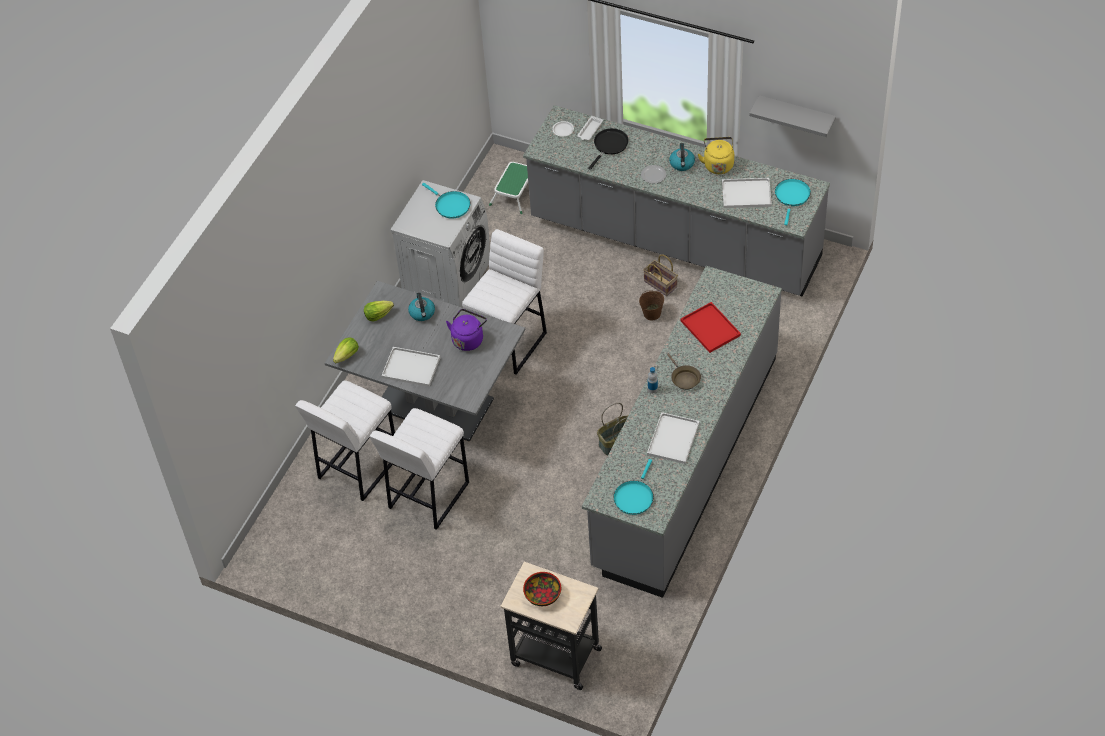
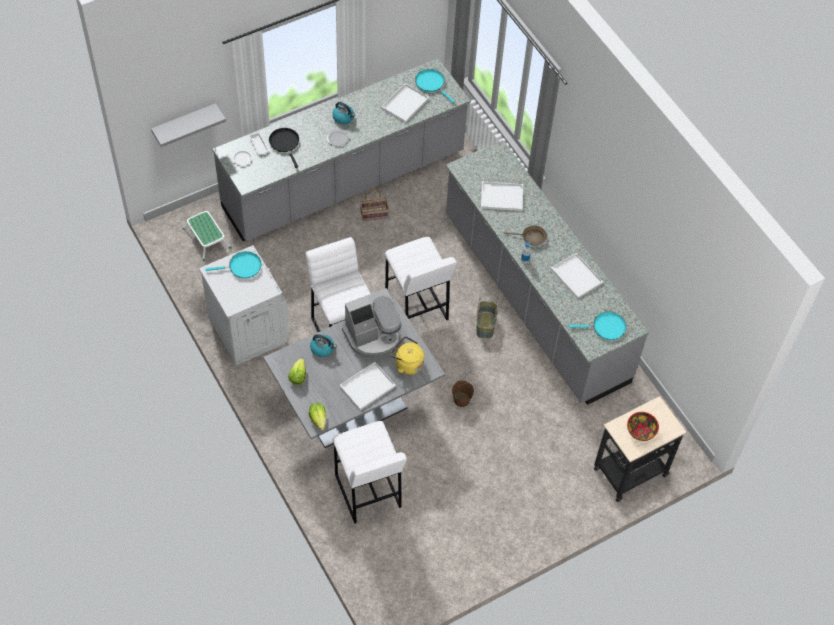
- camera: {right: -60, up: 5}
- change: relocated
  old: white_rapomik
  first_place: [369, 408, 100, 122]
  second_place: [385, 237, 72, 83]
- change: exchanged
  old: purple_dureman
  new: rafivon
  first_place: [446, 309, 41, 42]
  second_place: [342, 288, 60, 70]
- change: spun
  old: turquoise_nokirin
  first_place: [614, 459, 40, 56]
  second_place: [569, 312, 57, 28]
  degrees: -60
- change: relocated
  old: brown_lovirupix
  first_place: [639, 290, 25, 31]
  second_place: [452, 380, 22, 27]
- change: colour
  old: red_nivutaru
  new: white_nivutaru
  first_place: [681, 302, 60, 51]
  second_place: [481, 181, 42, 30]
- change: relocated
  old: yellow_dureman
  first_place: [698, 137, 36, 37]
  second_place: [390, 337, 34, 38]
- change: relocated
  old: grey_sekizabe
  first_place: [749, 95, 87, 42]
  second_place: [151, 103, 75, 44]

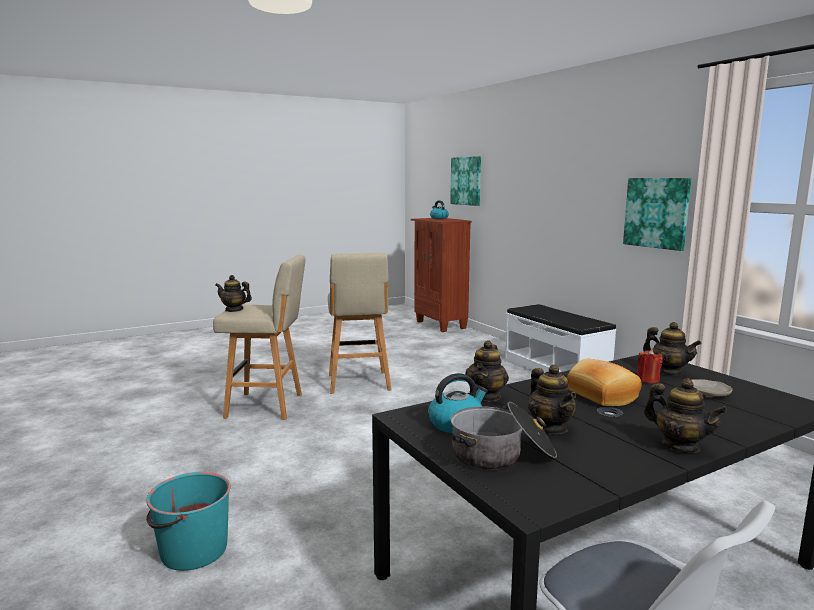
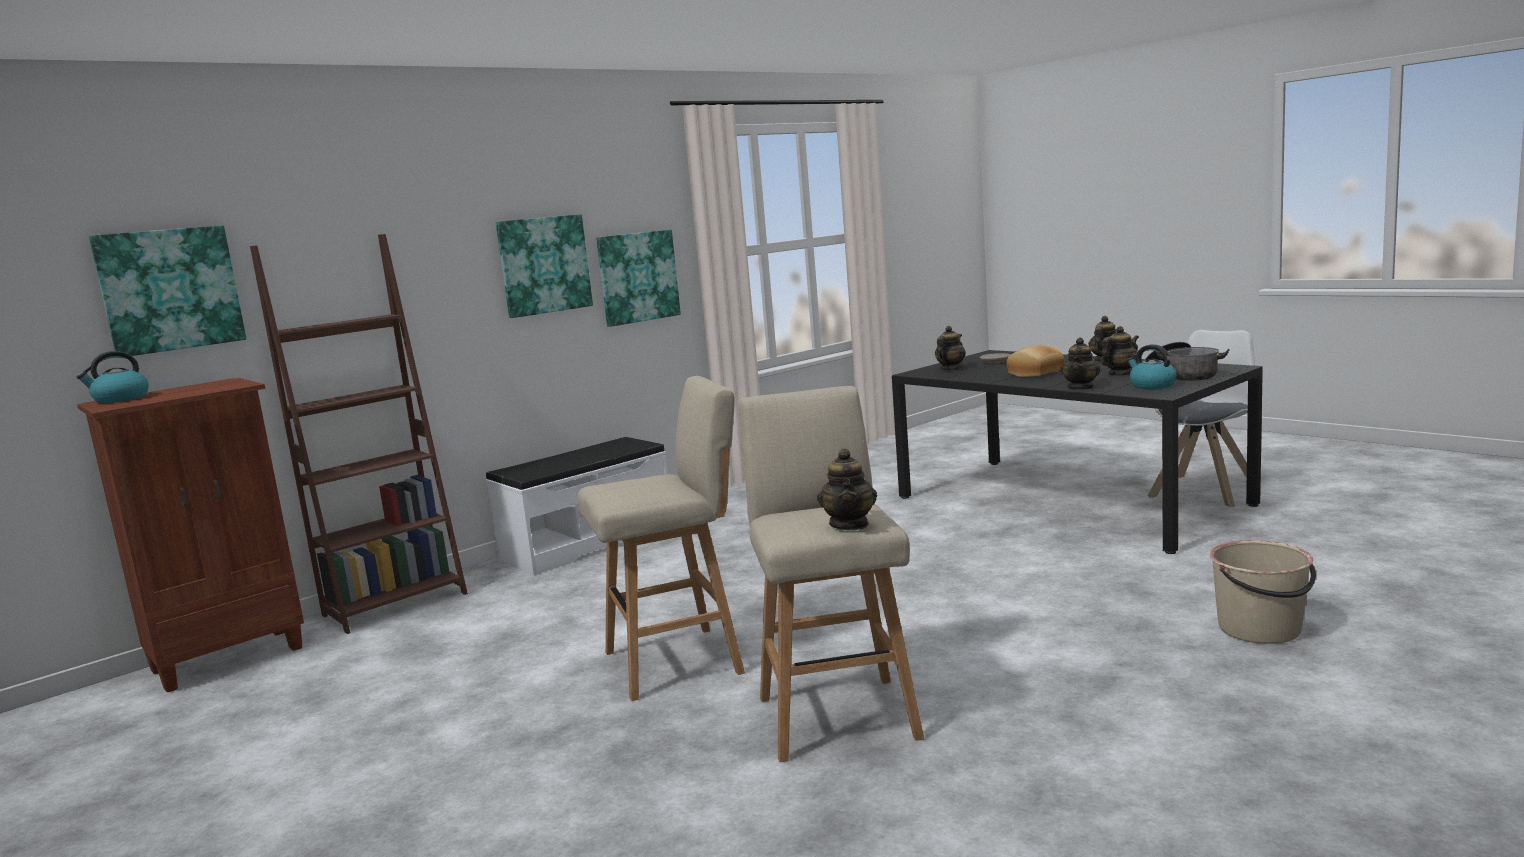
- camera: {right: -100, up: 0}
- change: colour
  old: turquoise_lovirupix
  new: beige_lovirupix
  first_place: [146, 472, 85, 99]
  second_place: [1209, 540, 107, 104]
- change: spun
  old: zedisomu
  first_place: [465, 340, 44, 62]
  second_place: [1060, 337, 40, 53]
  degrees: 105
- change: missing
  old: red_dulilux
  first_place: [637, 349, 26, 34]
- change: appeared
  new: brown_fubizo
  second_place: [250, 234, 218, 400]
- change: appeared
  new: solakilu
  second_place: [496, 214, 97, 104]

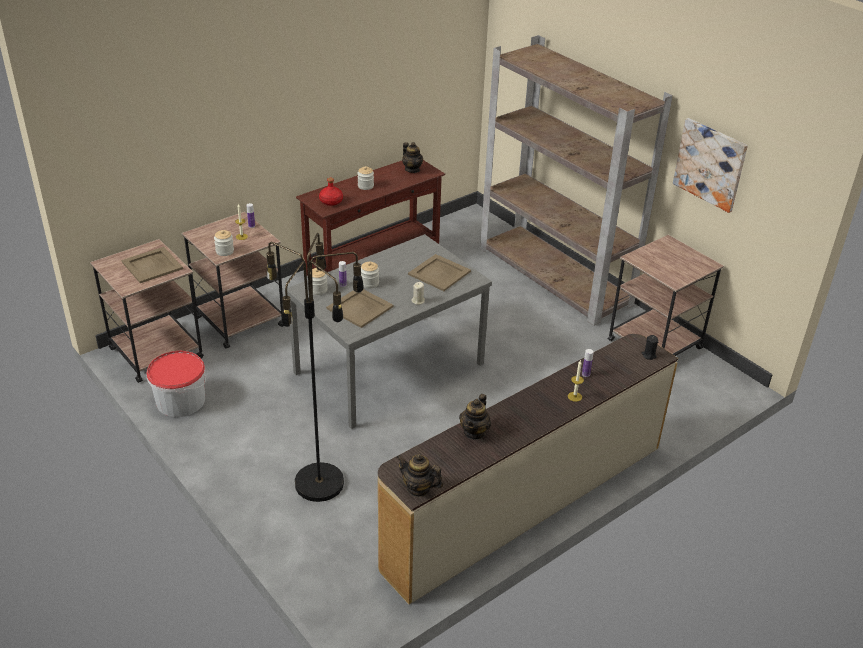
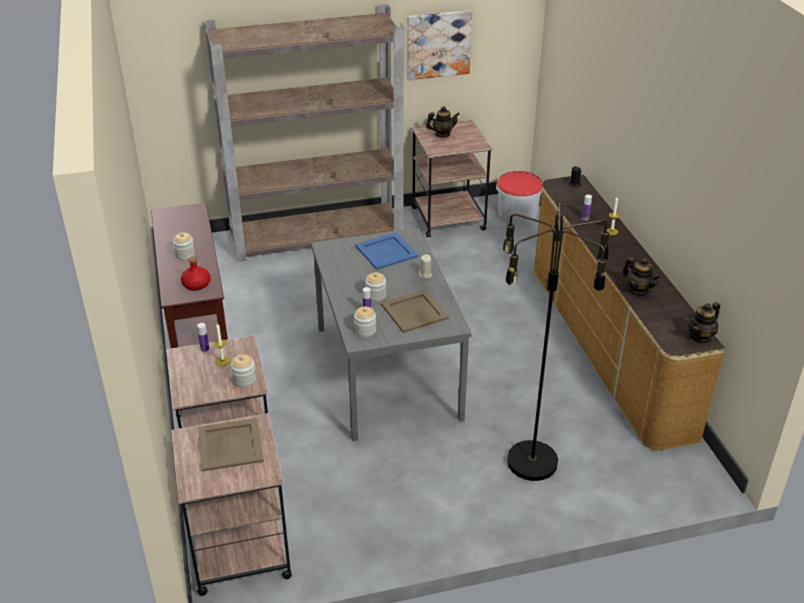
- camera: {right: -65, up: 0}
- change: relocated
  old: lovirupix
  first_place: [147, 351, 59, 66]
  second_place: [496, 171, 47, 52]
- change: relocated
  old: zedisomu
  first_place: [402, 142, 21, 31]
  second_place: [426, 106, 34, 32]
- change: colour
  old: beige_nivutaru
  new: blue_nivutaru
  first_place: [408, 254, 63, 37]
  second_place: [355, 233, 64, 37]

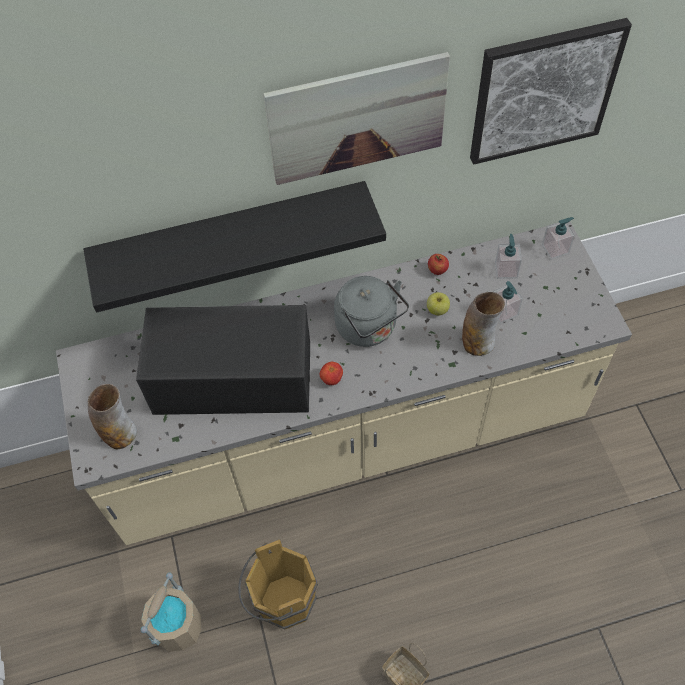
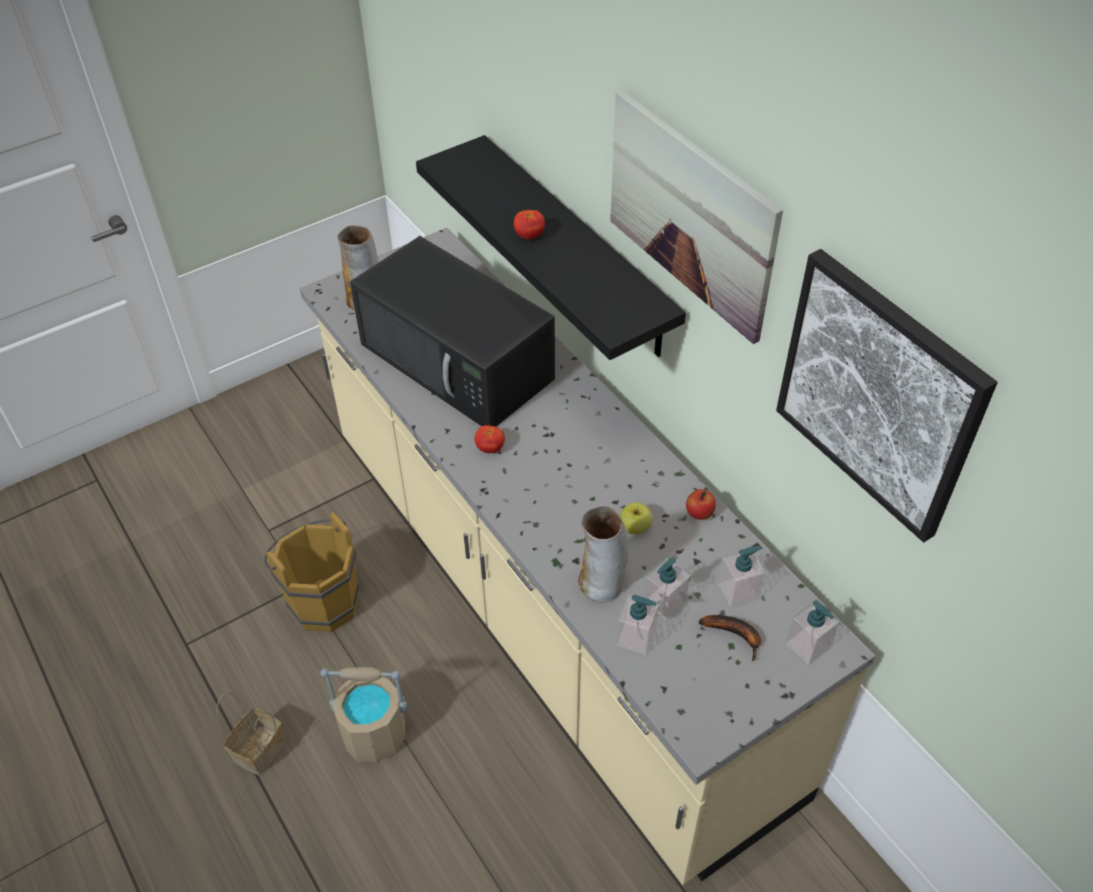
- camera: {right: 70, up: -10}
- change: spun
  old: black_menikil
  first_place: [136, 305, 174, 110]
  second_place: [350, 236, 205, 190]
  degrees: 150
- change: relocated
  old: beige_lovirupix
  first_place: [141, 573, 60, 79]
  second_place: [320, 667, 87, 95]
- change: missing
  old: grey_dureman
  first_place: [334, 276, 75, 71]
- change: appeared
  new: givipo
  second_place: [514, 210, 31, 29]
- change: appeared
  new: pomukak
  second_place: [616, 595, 43, 61]
- change: appeared
  new: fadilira
  second_place: [699, 615, 62, 46]

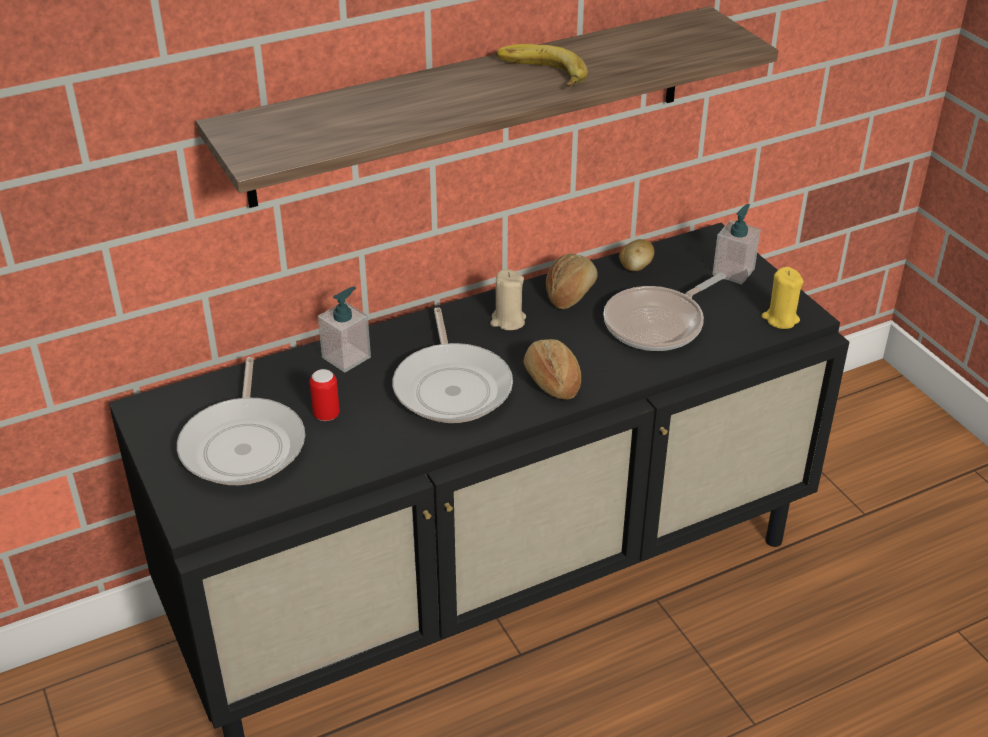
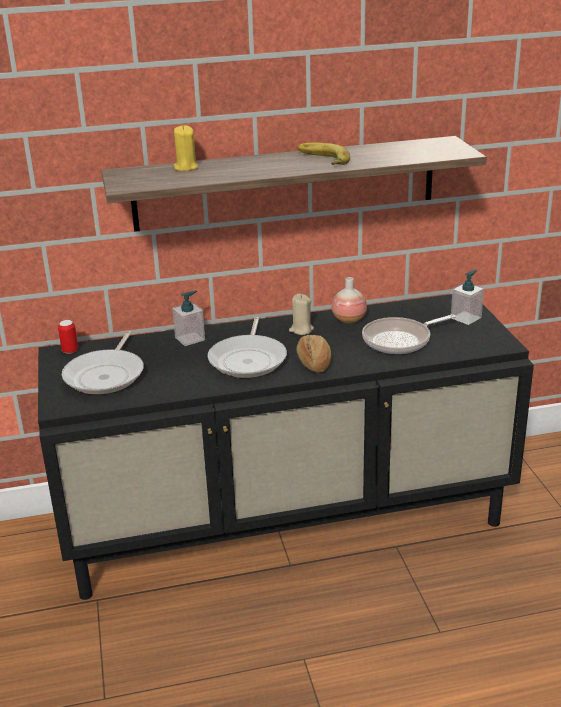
- camera: {right: 15, up: -10}
- change: relocated
  old: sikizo
  first_place: [309, 369, 31, 52]
  second_place: [58, 320, 20, 34]
- change: exchanged
  old: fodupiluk
  new: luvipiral
  first_place: [546, 253, 52, 56]
  second_place: [332, 277, 35, 46]
- change: missing
  old: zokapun
  first_place: [619, 239, 35, 32]
- change: relocated
  old: yellow_dulilux
  first_place: [761, 267, 43, 62]
  second_place: [174, 125, 24, 46]

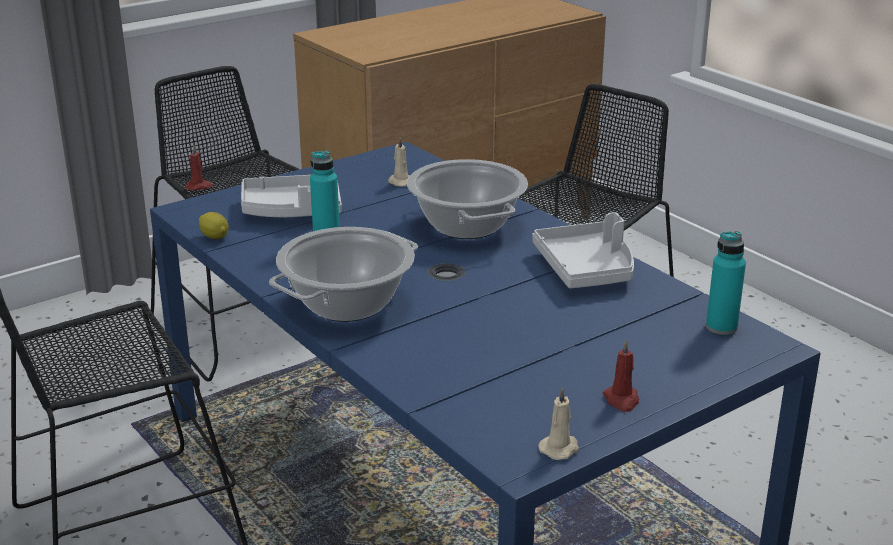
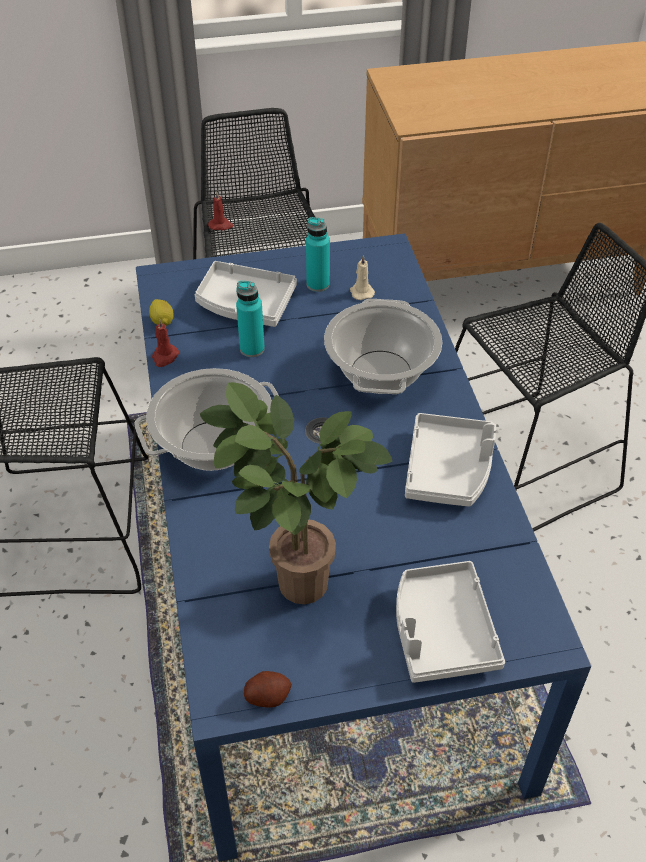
- camera: {right: 25, up: 20}
- change: exchanged
  old: beige_dulilux
  new: zokapun
  first_place: [538, 387, 41, 73]
  second_place: [244, 671, 48, 37]
- change: relocated
  old: red_dulilux
  first_place: [603, 340, 36, 72]
  second_place: [152, 318, 27, 49]
- change: relocated
  old: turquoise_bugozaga
  first_place: [706, 231, 40, 104]
  second_place: [306, 217, 24, 75]
- change: appeared
  new: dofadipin
  second_place: [200, 382, 192, 222]
- change: appeared
  new: grey_nivutaru
  second_place: [396, 561, 109, 122]

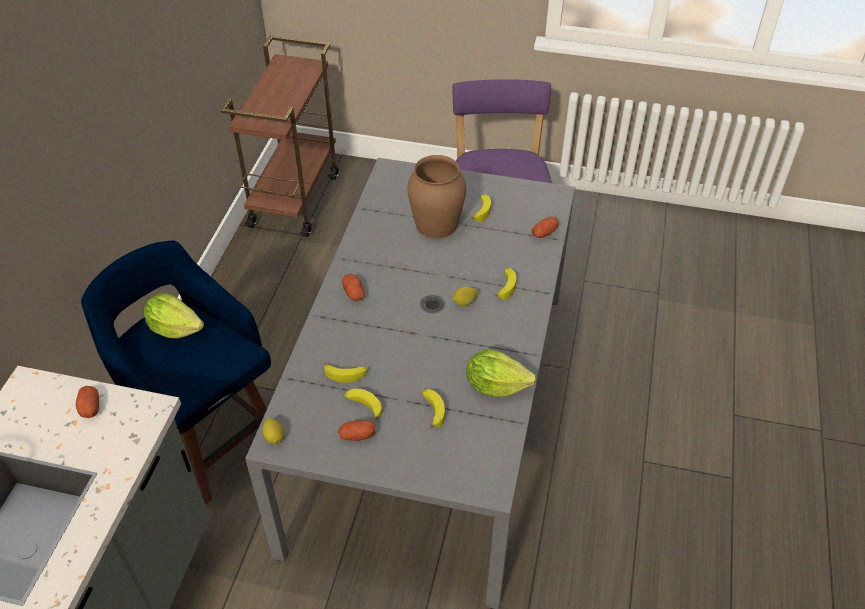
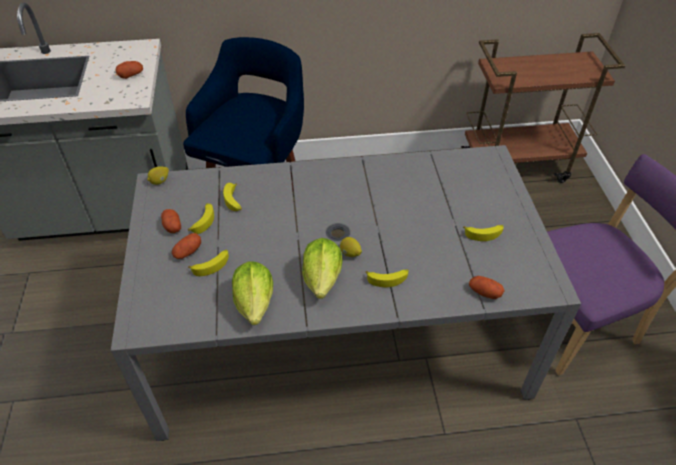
- camera: {right: 70, up: 0}
- change: relocated
  old: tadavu
  first_place: [144, 293, 60, 45]
  second_place: [302, 238, 41, 61]
- change: relocated
  old: zokapun
  first_place: [342, 274, 23, 27]
  second_place: [172, 233, 29, 26]
- change: missing
  old: brown_luvipiral
  first_place: [407, 155, 59, 84]

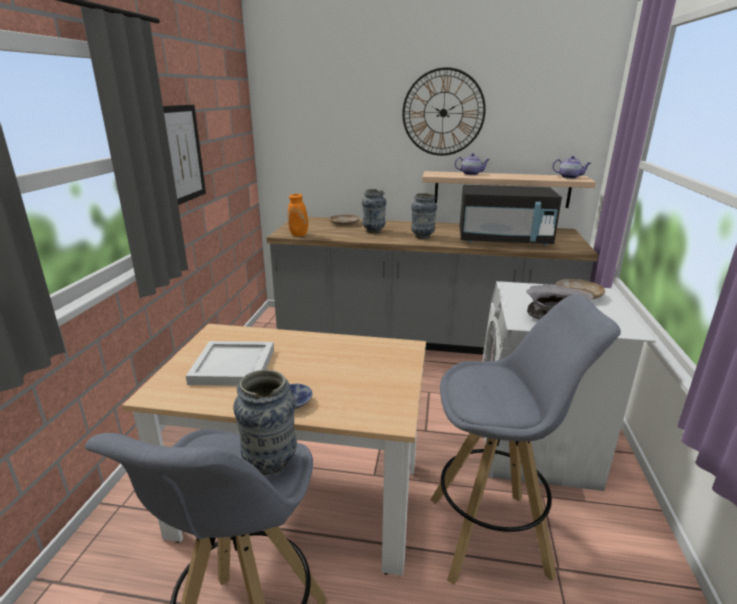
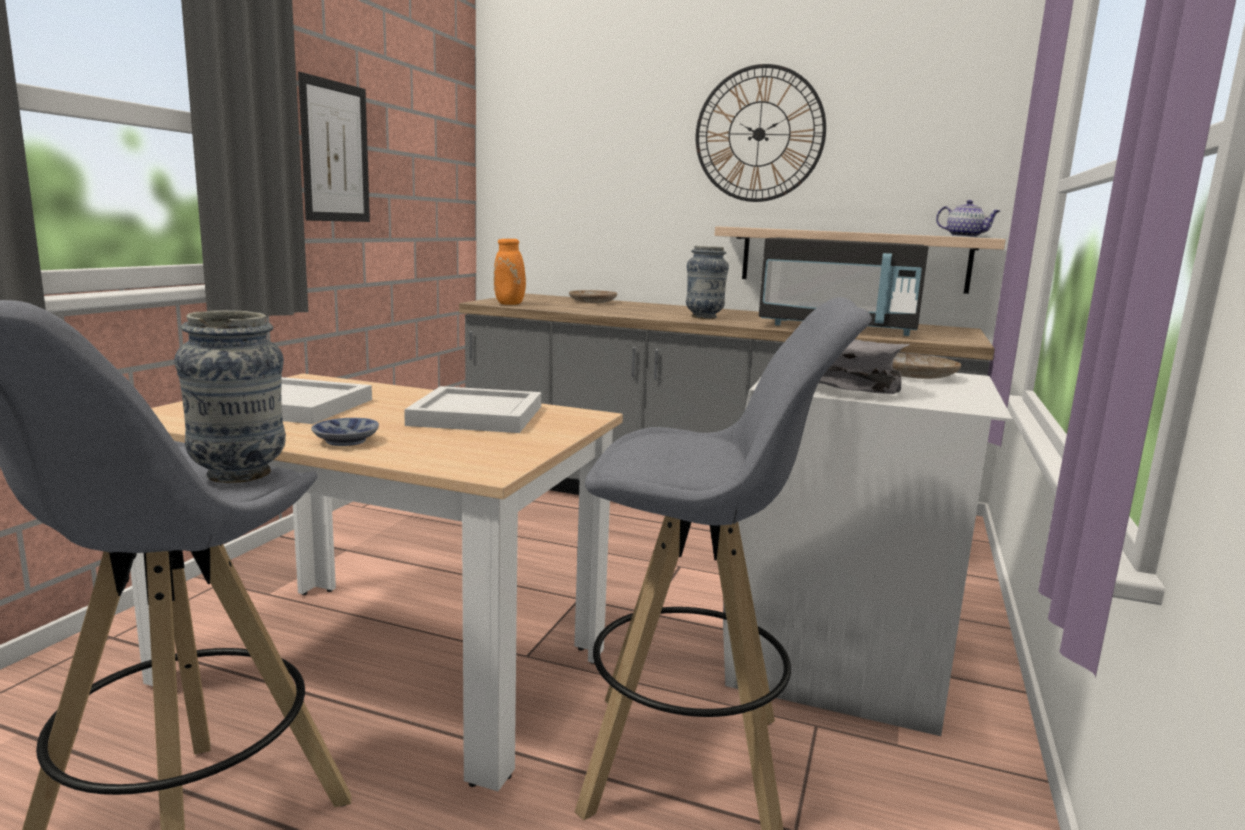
- camera: {right: 10, up: -10}
- change: missing
  old: luvipiral
  first_place: [362, 189, 24, 44]
- change: missing
  old: zedisomu
  first_place: [455, 153, 35, 22]
- change: appeared
  new: white_nivutaru
  second_place: [404, 386, 137, 47]

